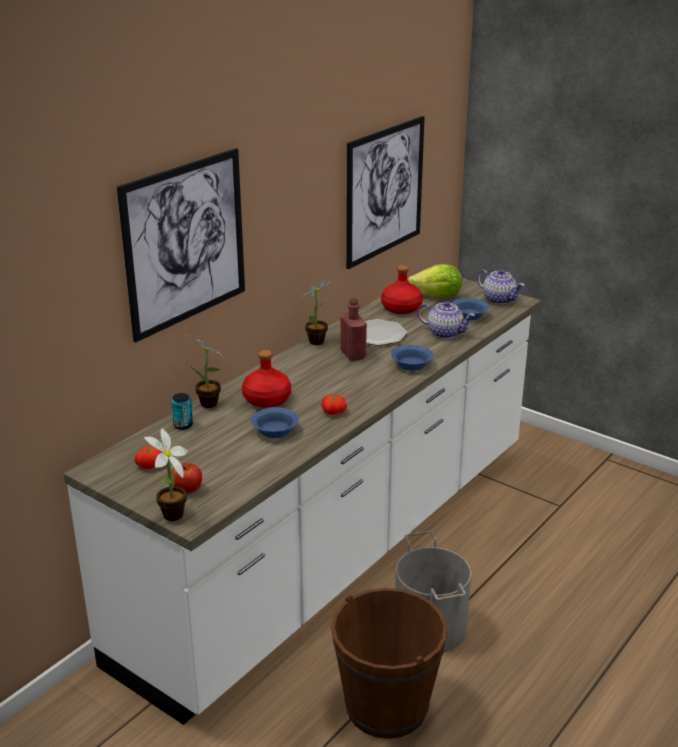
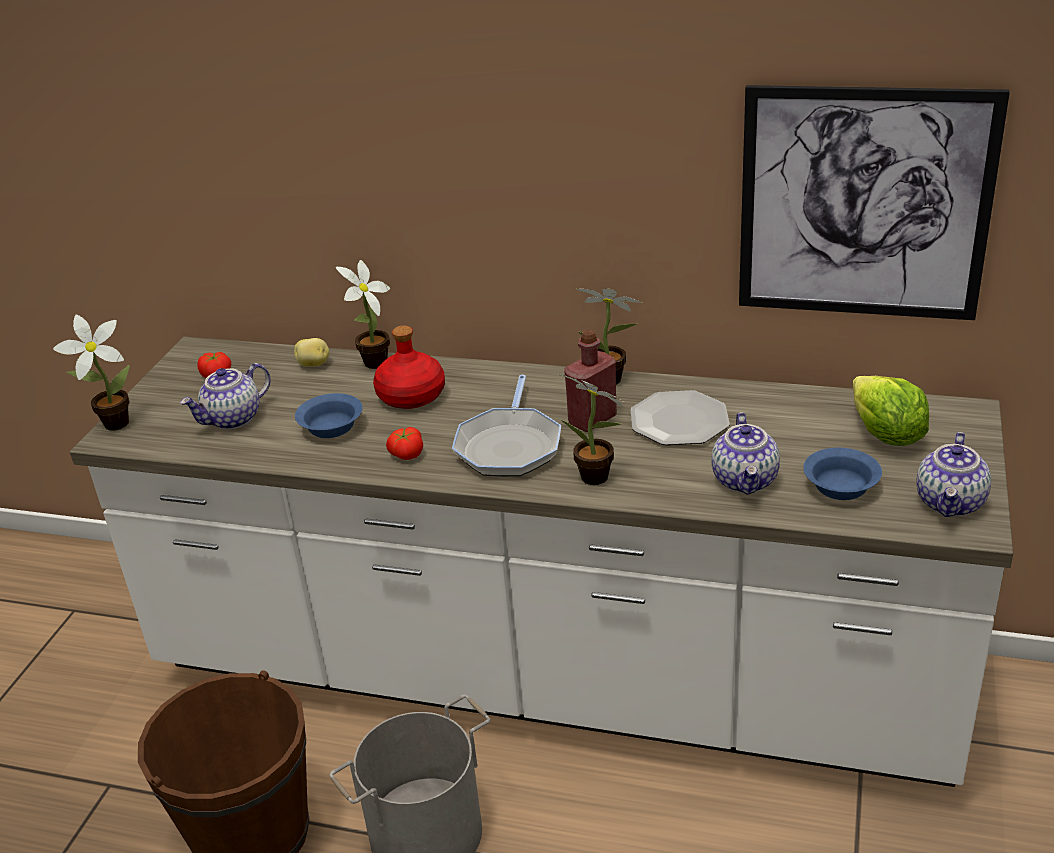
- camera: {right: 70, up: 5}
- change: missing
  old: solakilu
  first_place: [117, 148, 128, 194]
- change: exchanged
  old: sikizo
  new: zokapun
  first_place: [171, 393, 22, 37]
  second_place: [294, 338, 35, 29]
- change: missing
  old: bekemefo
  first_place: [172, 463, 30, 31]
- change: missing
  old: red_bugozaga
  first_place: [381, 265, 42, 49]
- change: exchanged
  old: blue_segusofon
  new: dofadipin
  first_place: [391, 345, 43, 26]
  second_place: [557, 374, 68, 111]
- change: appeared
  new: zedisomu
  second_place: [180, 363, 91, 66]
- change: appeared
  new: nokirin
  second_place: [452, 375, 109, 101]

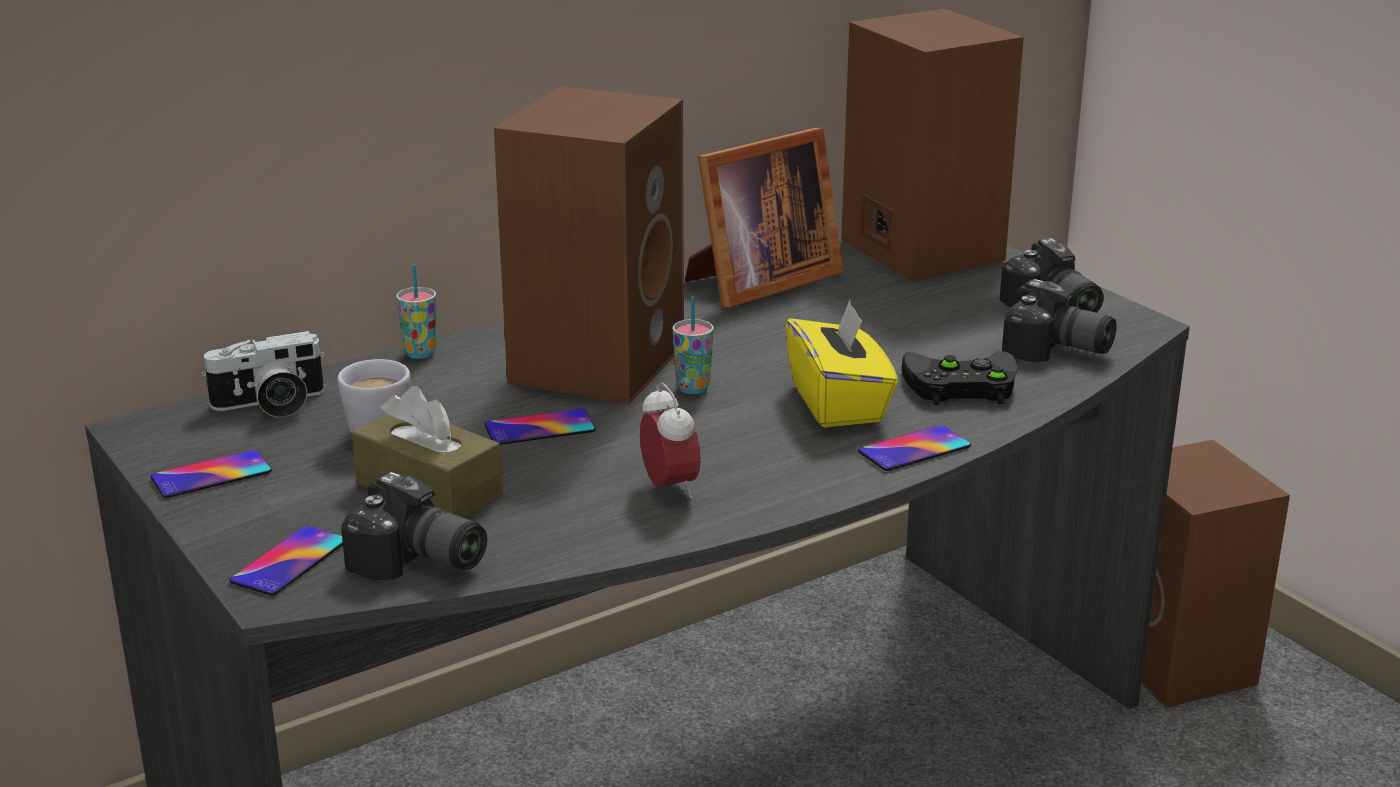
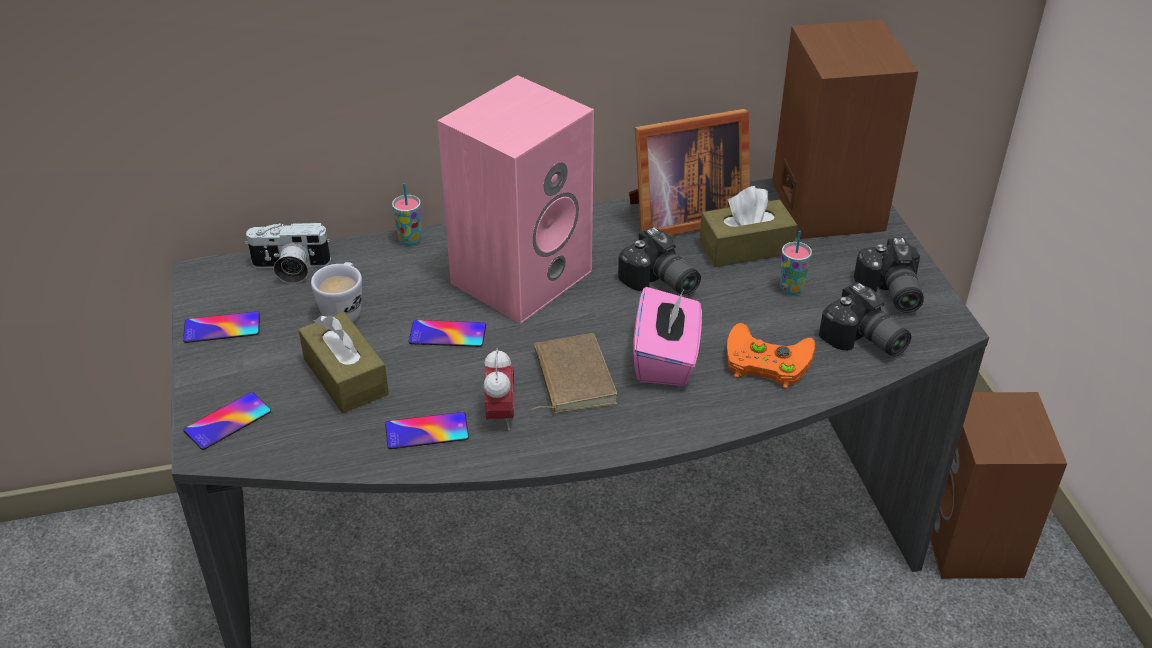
- camera: {right: 20, up: 15}
- change: relocated
  old: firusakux
  first_place: [341, 472, 146, 109]
  second_place: [618, 227, 83, 69]
- change: colour
  old: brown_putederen
  new: pink_putederen
  first_place: [494, 86, 190, 318]
  second_place: [437, 75, 157, 249]
- change: relocated
  old: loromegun
  first_place: [672, 296, 42, 98]
  second_place: [780, 231, 32, 64]
- change: colour
  old: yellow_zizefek
  new: pink_zizefek
  first_place: [785, 300, 113, 127]
  second_place: [633, 287, 69, 99]
- change: relocated
  old: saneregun
  first_place: [858, 425, 113, 46]
  second_place: [385, 412, 84, 37]
- change: colour
  old: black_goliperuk
  new: orange_goliperuk
  first_place: [901, 351, 116, 54]
  second_place: [727, 323, 88, 66]
- change: appeared
  new: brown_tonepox
  second_place: [532, 333, 85, 81]
- change: appeared
  new: brown_zizefek
  second_place: [699, 186, 98, 81]

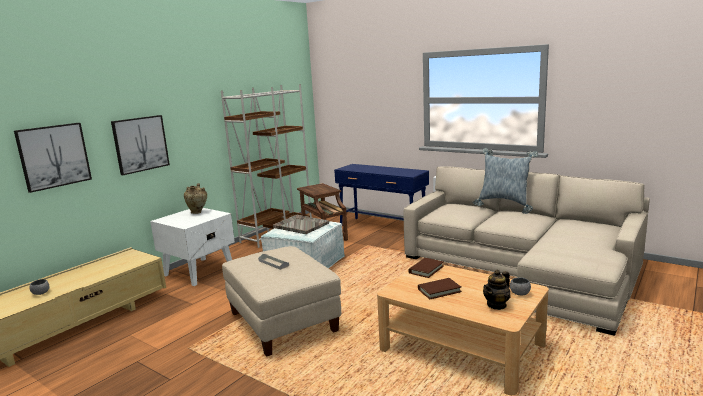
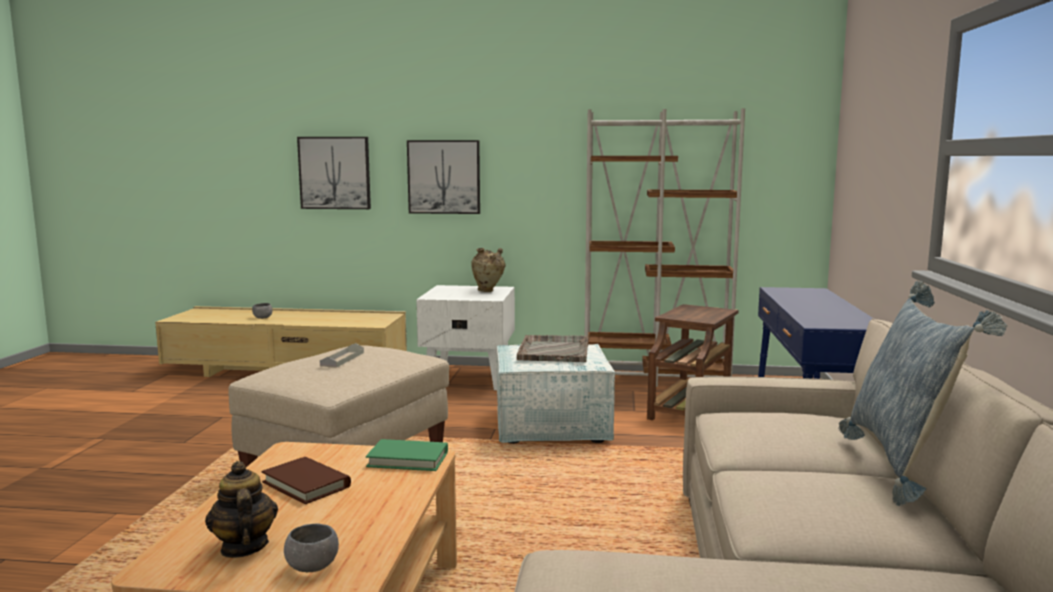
- camera: {right: 60, up: -5}
- change: colour
  old: brown_tonepox
  new: green_tonepox
  first_place: [408, 258, 36, 20]
  second_place: [366, 439, 82, 32]
- change: spun
  old: zedisomu
  first_place: [483, 269, 28, 41]
  second_place: [205, 461, 73, 97]
  degrees: 45

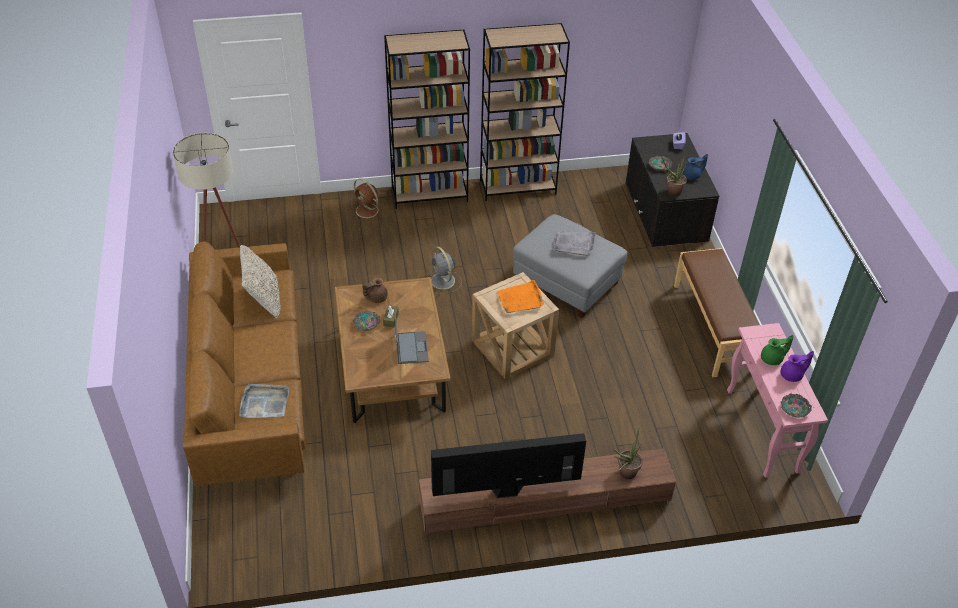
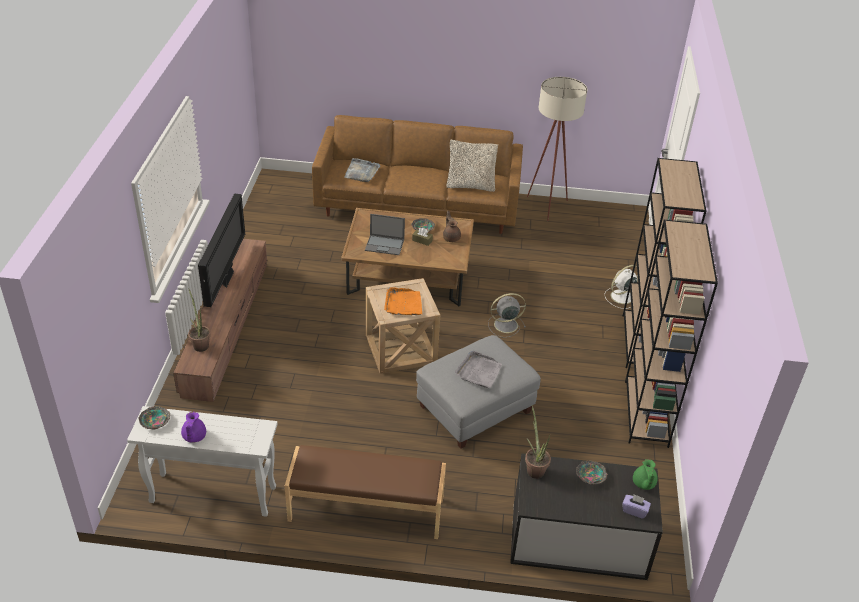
- camera: {right: 105, up: -5}
- change: colour
  old: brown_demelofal
  new: white_demelofal
  first_place: [351, 178, 34, 44]
  second_place: [604, 265, 34, 44]
- change: missing
  old: blue_zedisomu
  first_place: [683, 154, 25, 26]
- change: colour
  old: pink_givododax
  new: white_givododax
  first_place: [727, 323, 101, 155]
  second_place: [127, 406, 151, 111]
- change: relocated
  old: green_zedisomu
  first_place: [761, 335, 33, 30]
  second_place: [633, 459, 25, 31]

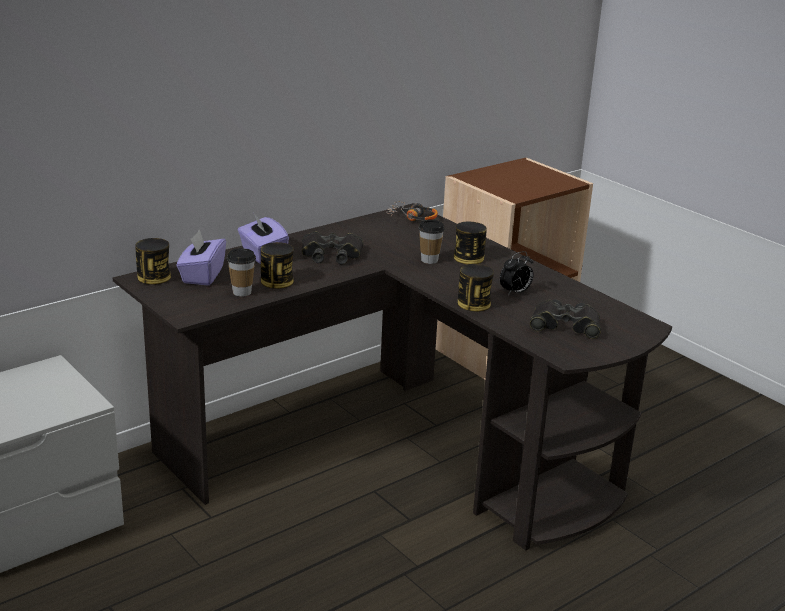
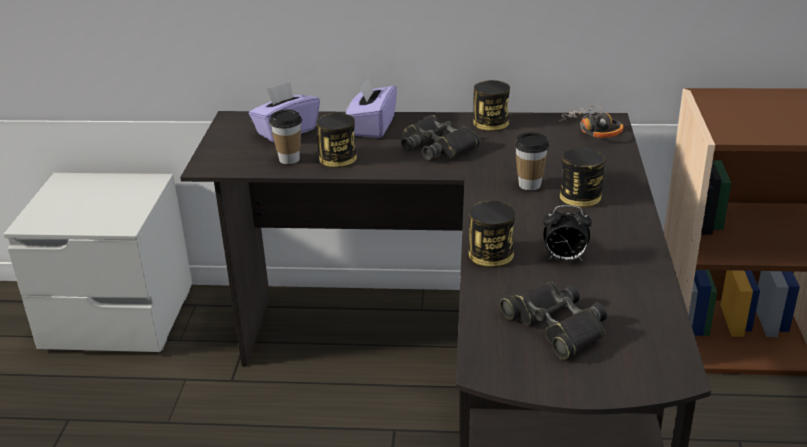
- camera: {right: 45, up: 5}
- change: relocated
  old: sikizo
  first_place: [135, 238, 36, 47]
  second_place: [473, 80, 37, 51]

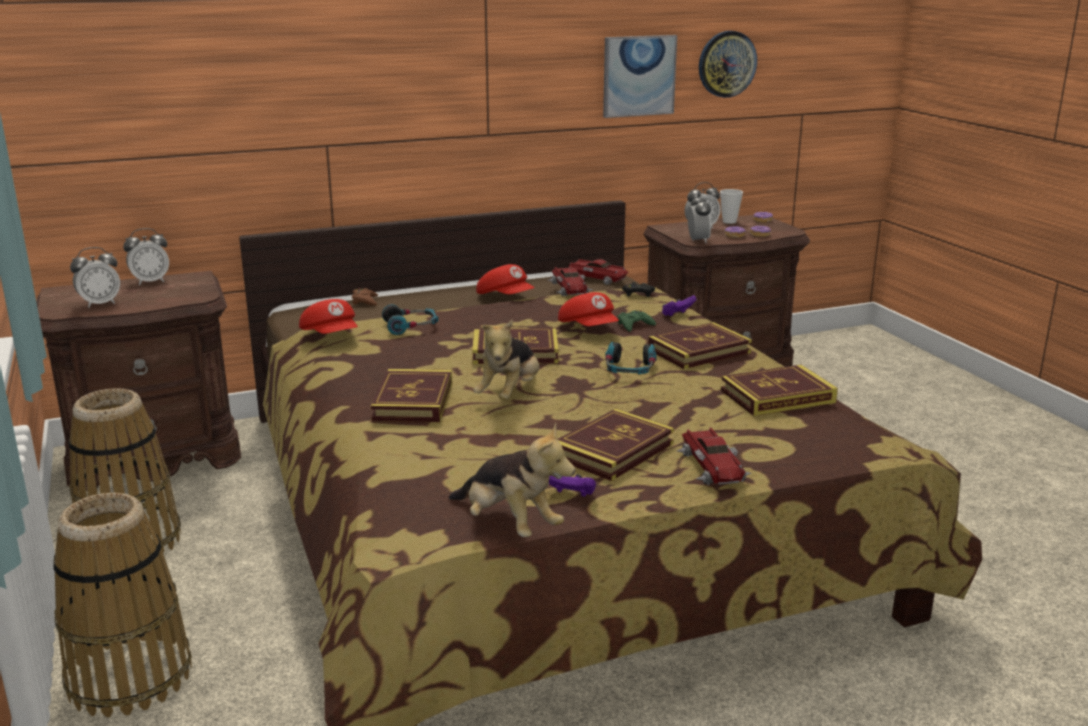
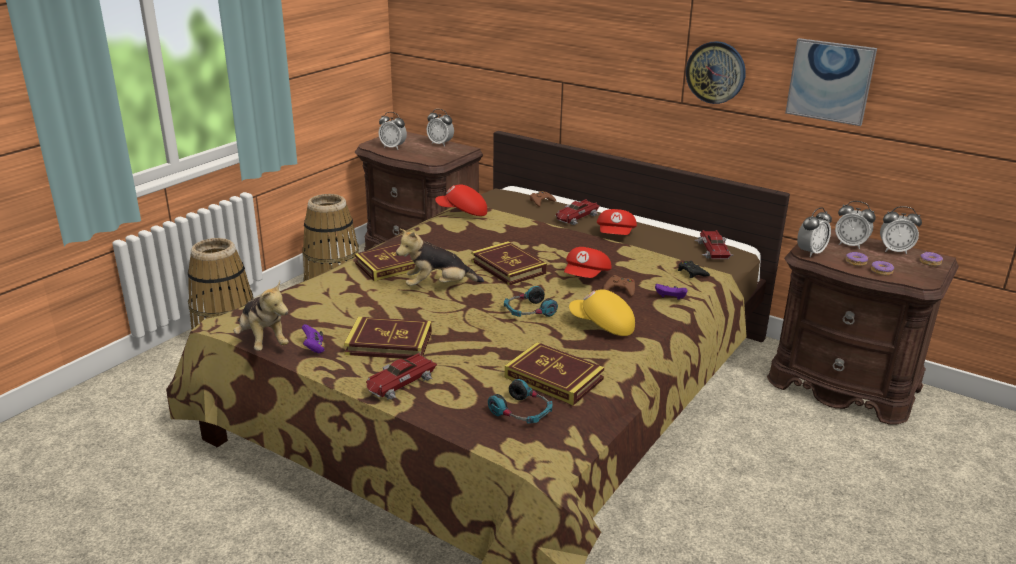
- camera: {right: 55, up: 5}
- change: spun
  old: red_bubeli
  first_place: [299, 299, 59, 35]
  second_place: [435, 184, 52, 32]
  degrees: 75
- change: relocated
  old: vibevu
  first_place: [382, 304, 56, 31]
  second_place: [488, 379, 64, 45]
- change: spun
  old: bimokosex
  first_place: [448, 423, 127, 114]
  second_place: [234, 281, 55, 70]
  degrees: -45
- change: relocated
  old: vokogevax
  first_place: [547, 266, 46, 30]
  second_place: [555, 199, 45, 26]
- change: colour
  old: green_goliperuk
  new: brown_goliperuk
  first_place: [618, 310, 38, 22]
  second_place: [603, 275, 32, 22]
- change: exchanged
  old: tonepox
  new: yellow_bubeli
  first_place: [648, 322, 104, 47]
  second_place: [569, 289, 66, 47]
- change: relocated
  old: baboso
  first_place: [699, 31, 58, 67]
  second_place: [686, 41, 60, 63]
- change: exchanged
  old: loromegun
  new: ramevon
  first_place: [720, 189, 23, 35]
  second_place: [880, 206, 42, 48]

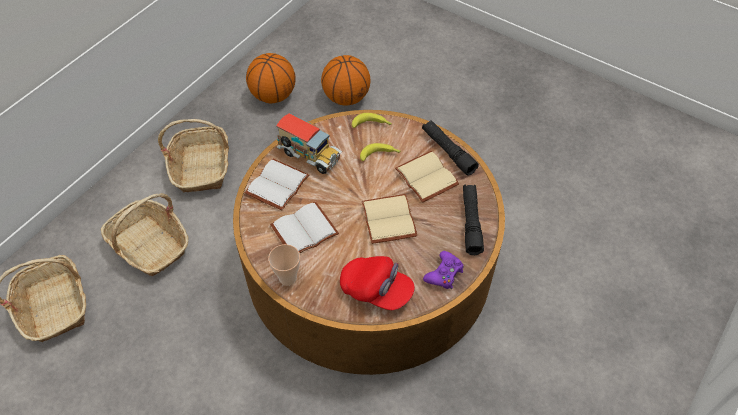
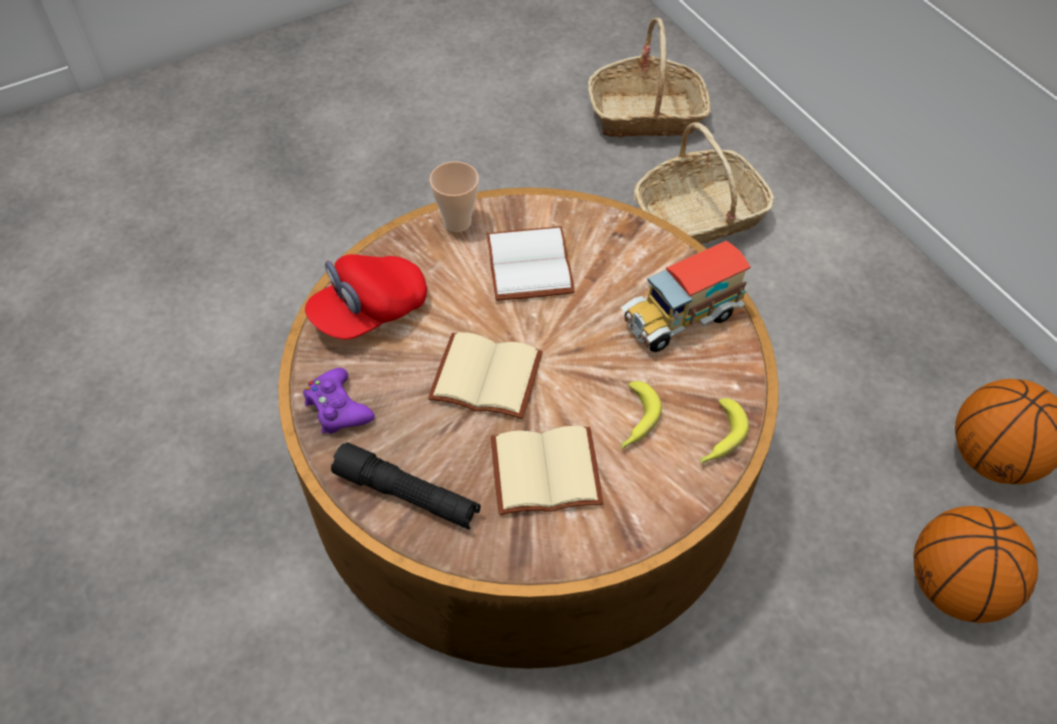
- camera: {right: 115, up: 0}
- change: missing
  old: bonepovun
  first_place: [158, 119, 71, 73]
- change: missing
  old: white_tonepox
  first_place: [245, 158, 64, 52]
- change: missing
  old: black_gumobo
  first_place: [422, 120, 57, 56]

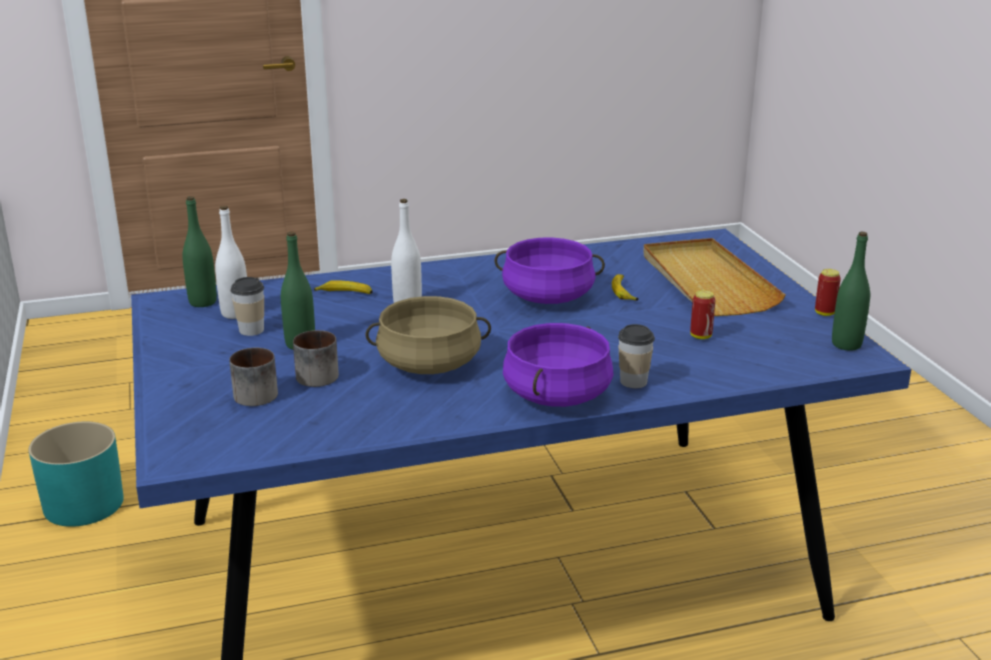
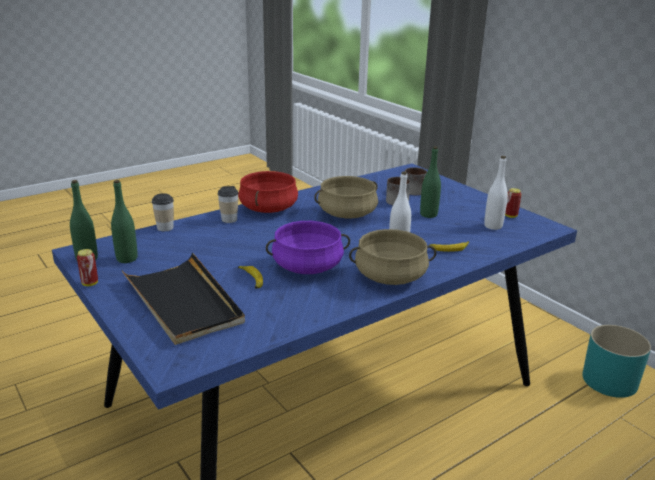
- camera: {right: 160, up: 0}
- change: relocated
  old: green_bugozaga
  first_place: [182, 196, 35, 111]
  second_place: [111, 180, 27, 83]
- change: relocated
  old: loromegun
  first_place: [230, 277, 34, 59]
  second_place: [152, 193, 22, 38]
- change: colour
  old: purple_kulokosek
  new: red_kulokosek
  first_place: [503, 323, 110, 84]
  second_place: [238, 171, 60, 42]
- change: colour
  old: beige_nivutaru
  new: black_nivutaru
  first_place: [643, 238, 143, 78]
  second_place: [121, 253, 124, 92]
- change: relocated
  old: sikizo
  first_place: [690, 290, 26, 49]
  second_place: [505, 188, 16, 30]
- change: appeared
  new: beige_kulokosek
  second_place: [349, 229, 87, 56]

